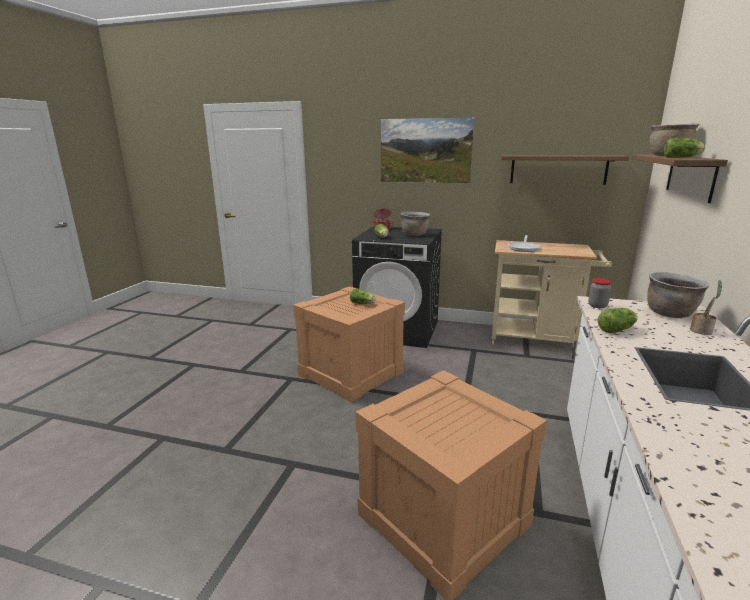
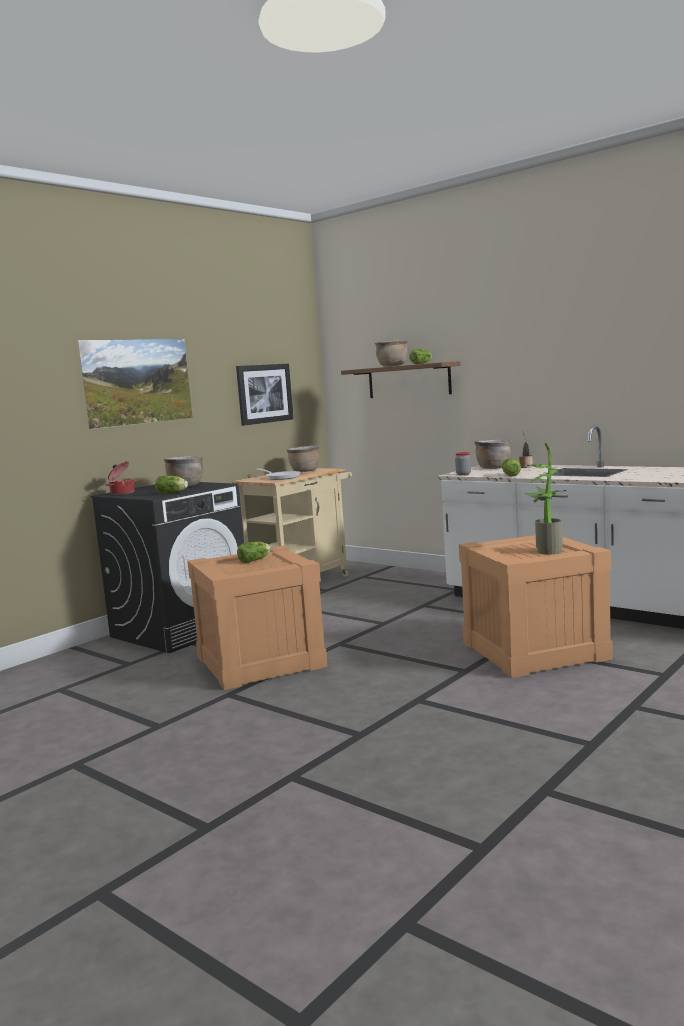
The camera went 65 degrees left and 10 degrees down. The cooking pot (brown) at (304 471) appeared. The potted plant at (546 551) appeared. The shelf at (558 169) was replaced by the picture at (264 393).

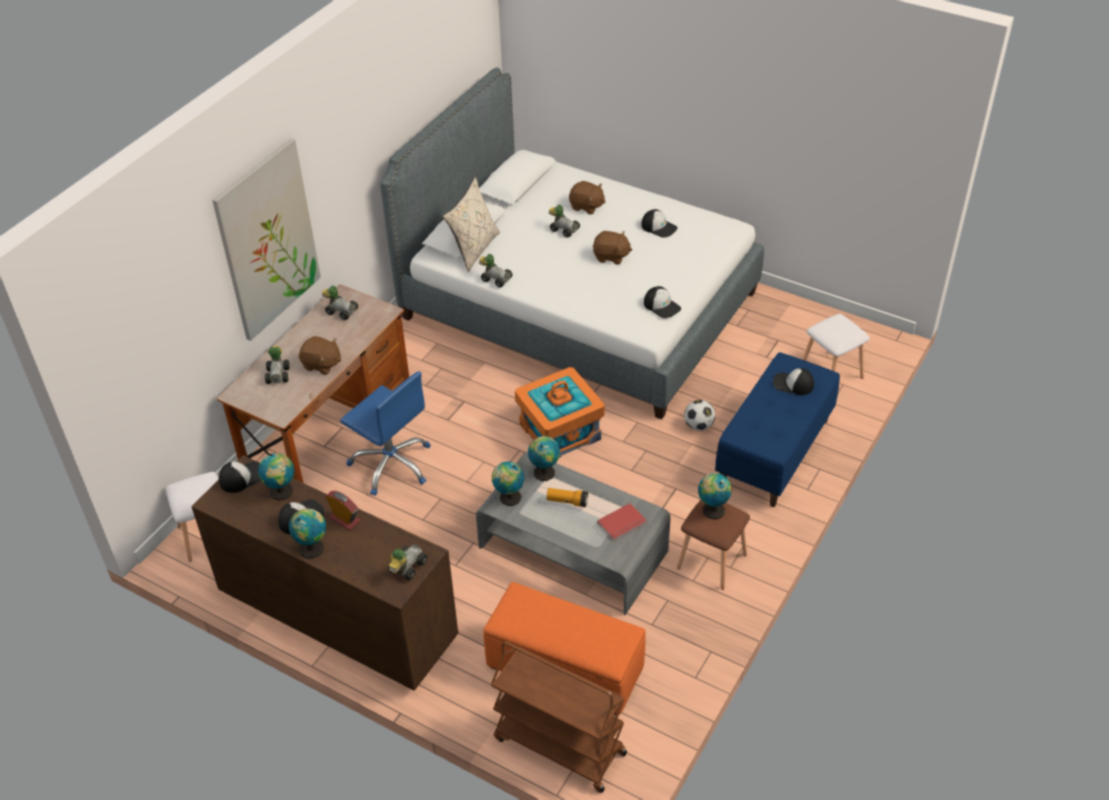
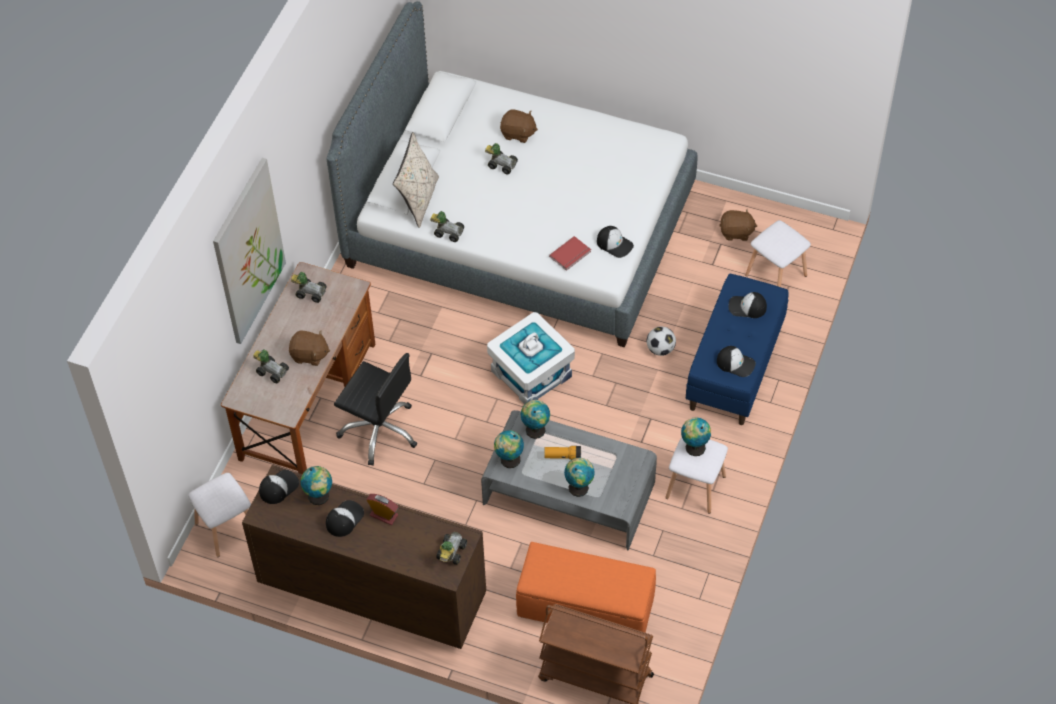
The camera went 10 degrees left and 10 degrees up. The globe moved from (312 547) to (579 486). The plush toy (brown) moved from (611 257) to (736 232). The book (red) moved from (623 523) to (571 254). The cap moved from (659 227) to (736 363). The office chair (blue) at (392 464) became the office chair (black) at (379 430). The storage box (orange) at (560 431) became the storage box (white) at (531 373). The stool (brown) at (711 562) became the stool (white) at (695 488). The toy car at (279 374) turned 45 degrees counterclockwise.

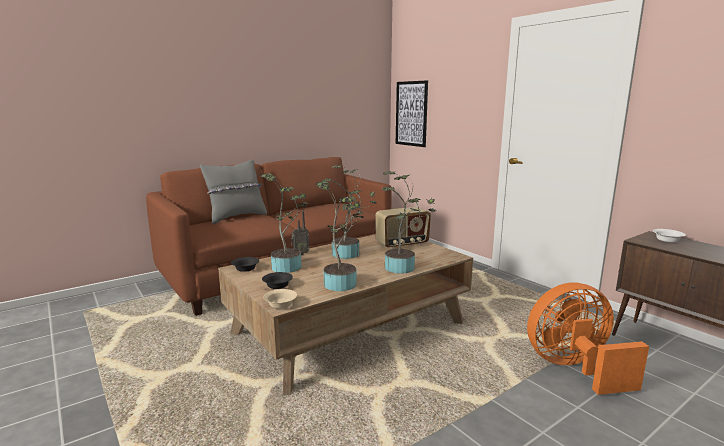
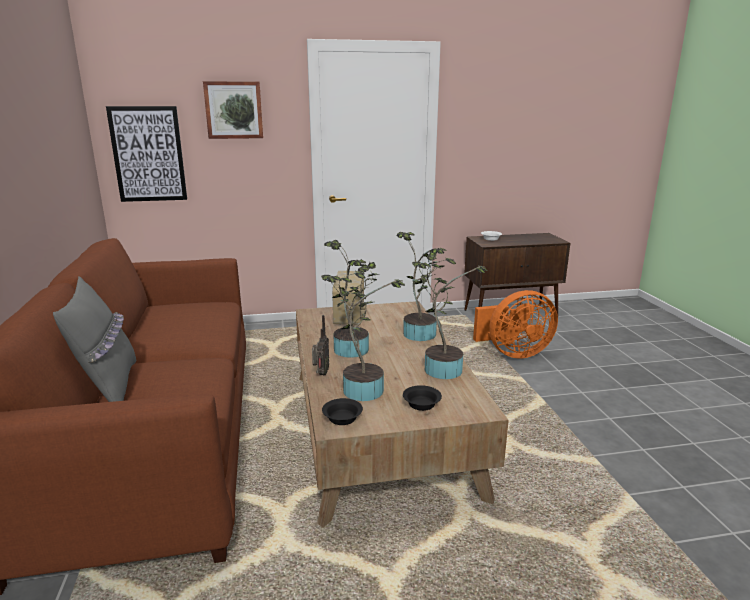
The camera went 65 degrees left and 5 degrees up. The bowl (beige) at (280 305) disappeared. The picture at (234 110) appeared. The fan (orange) at (574 368) turned 120 degrees counterclockwise.

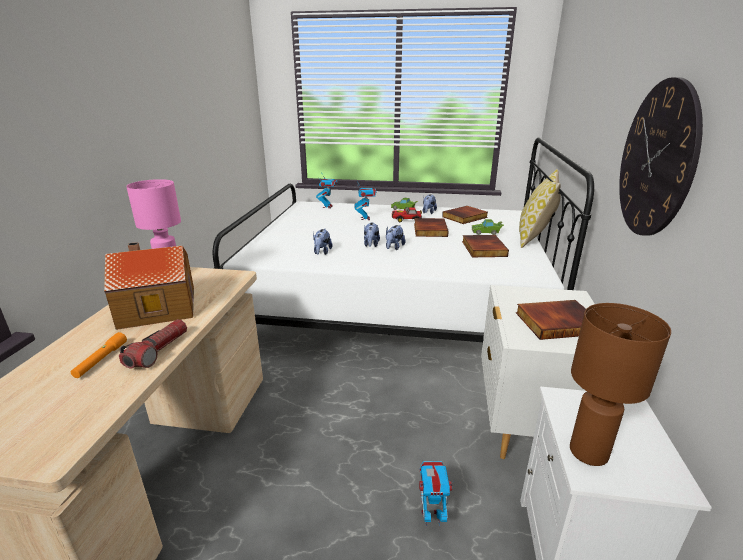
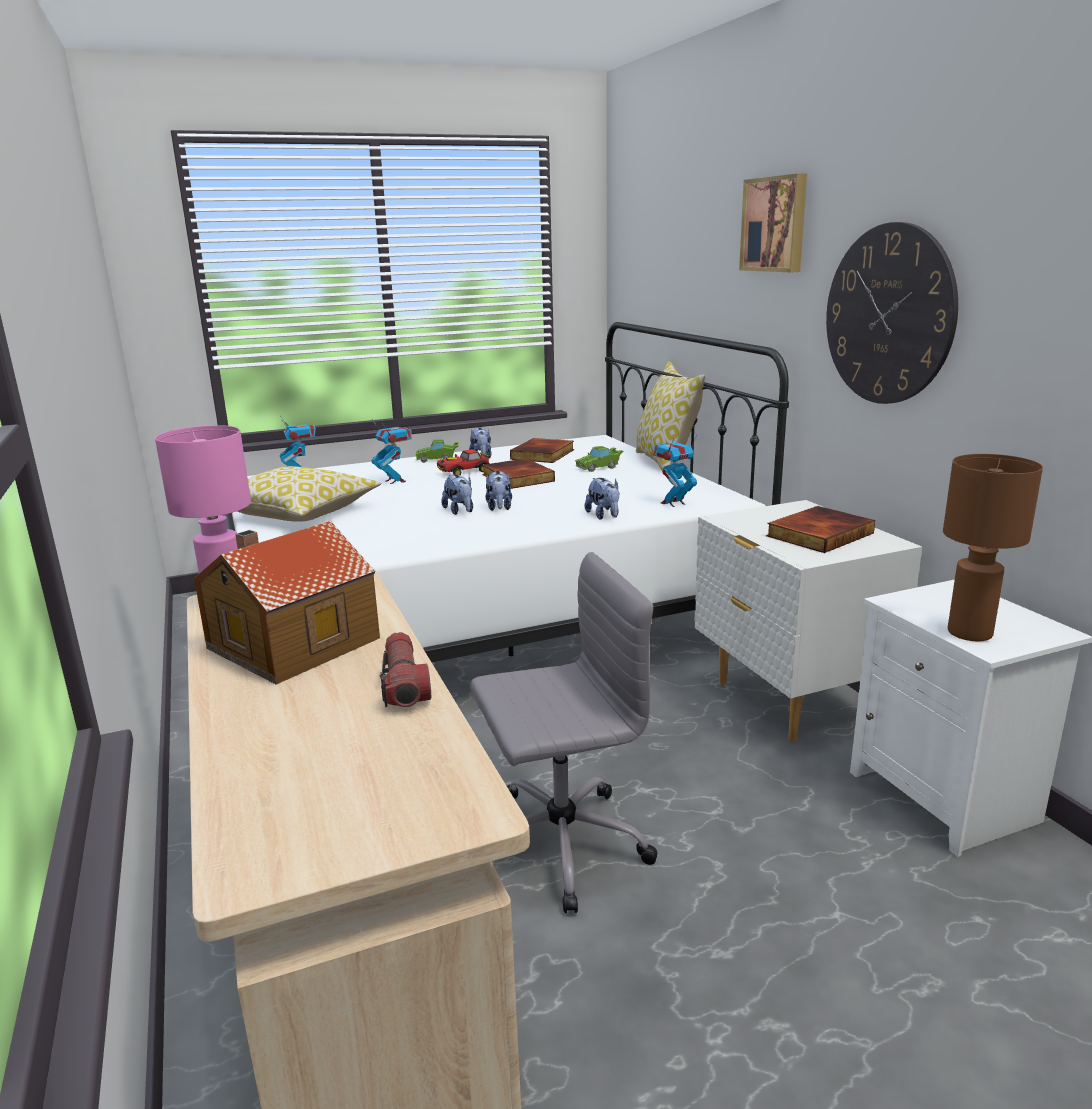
The camera went 30 degrees left and 5 degrees down. The flashlight (orange) at (101 360) disappeared. The book at (482 248) disappeared. The pillow at (300 513) appeared. The office chair (grey) at (558 843) appeared. The picture at (775 224) appeared. The plush toy moved from (322 252) to (604 516). The toy robot moved from (431 517) to (673 503).

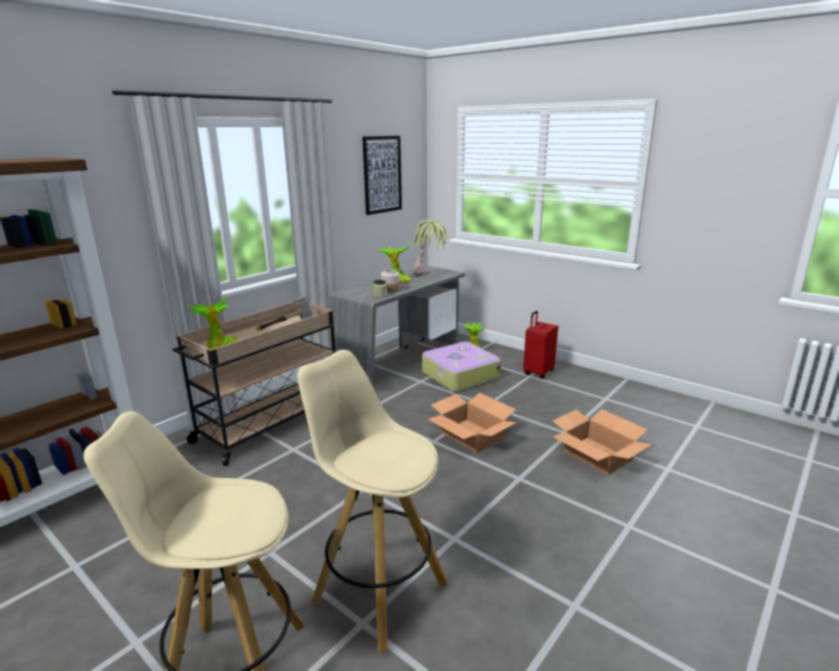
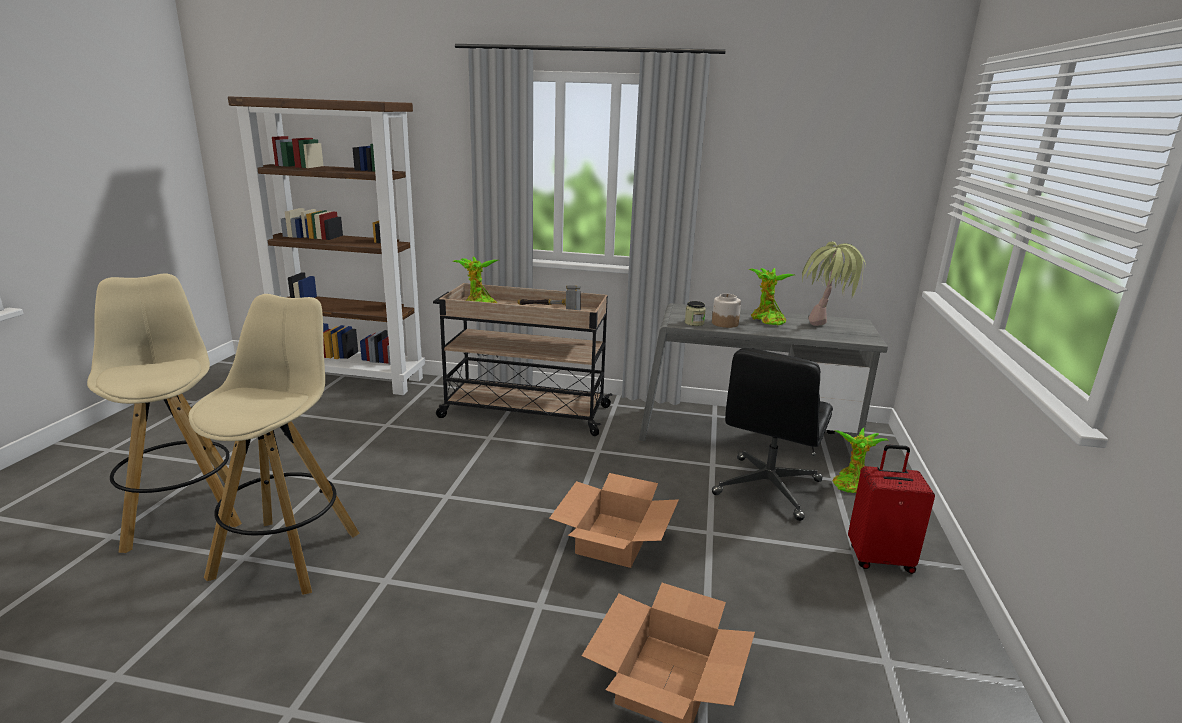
The camera went 60 degrees right and 0 degrees up. The picture at (382 174) disappeared. The suitcase at (459 375) was replaced by the office chair (black) at (767 488).

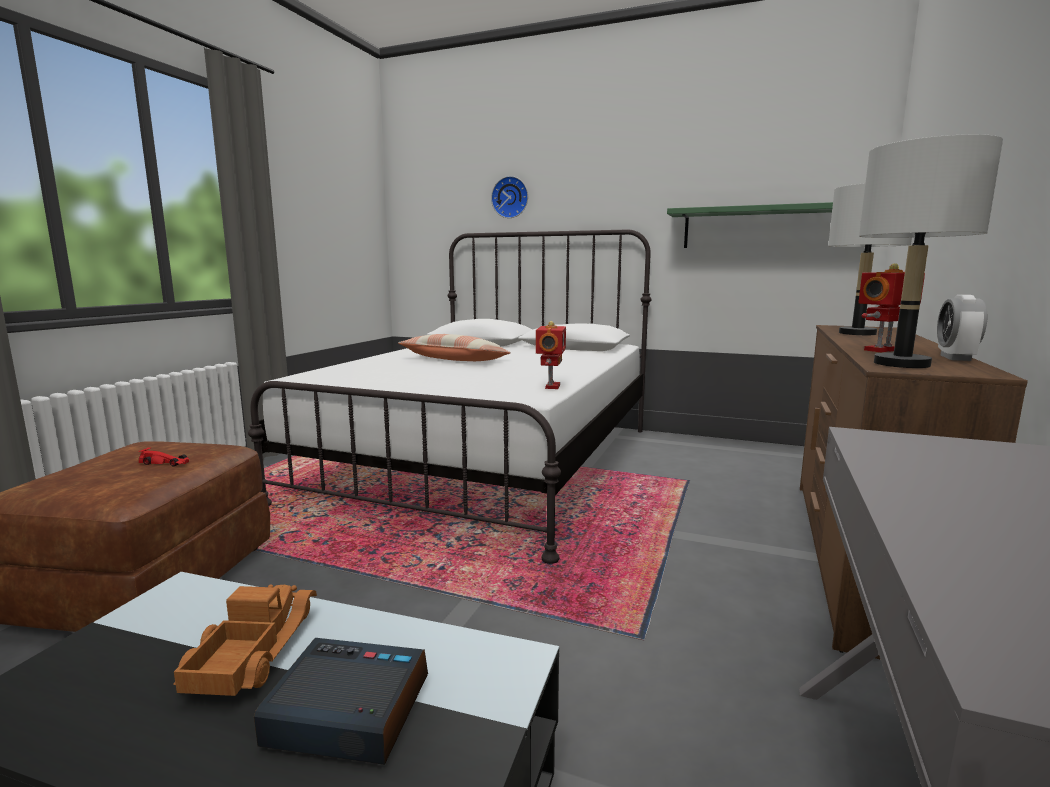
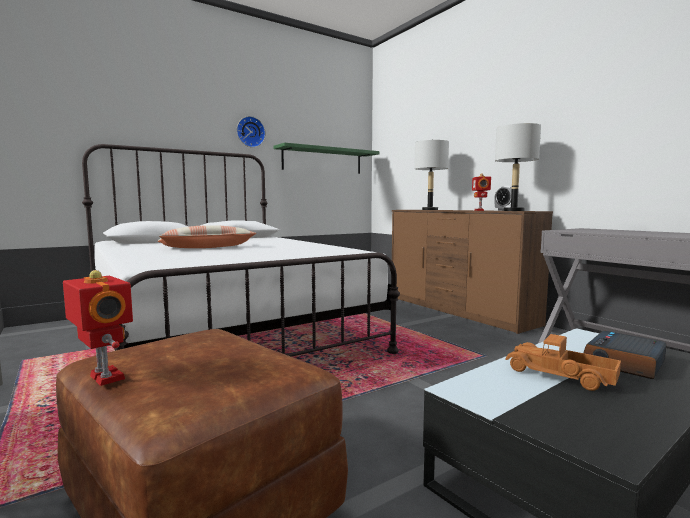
The camera went 55 degrees left and 5 degrees down. The toy car (red) at (166 463) disappeared. The wall clock moved from (510 197) to (250 132). The toy robot moved from (551 386) to (104 378).

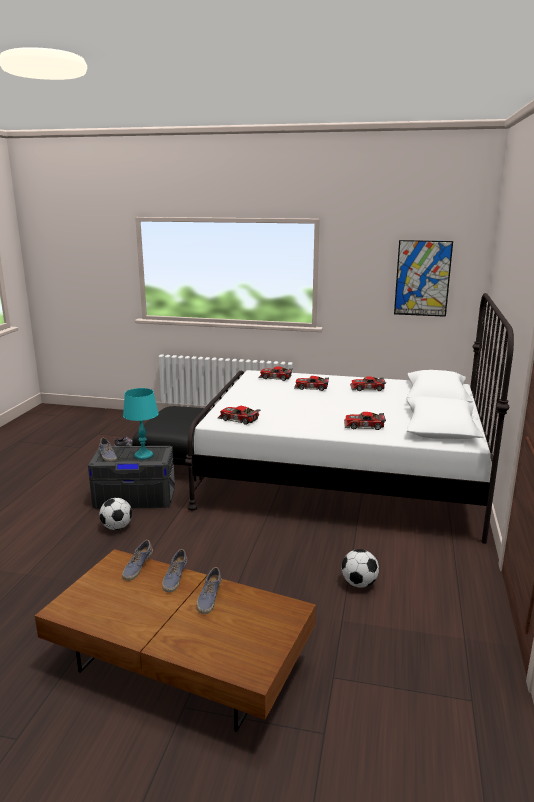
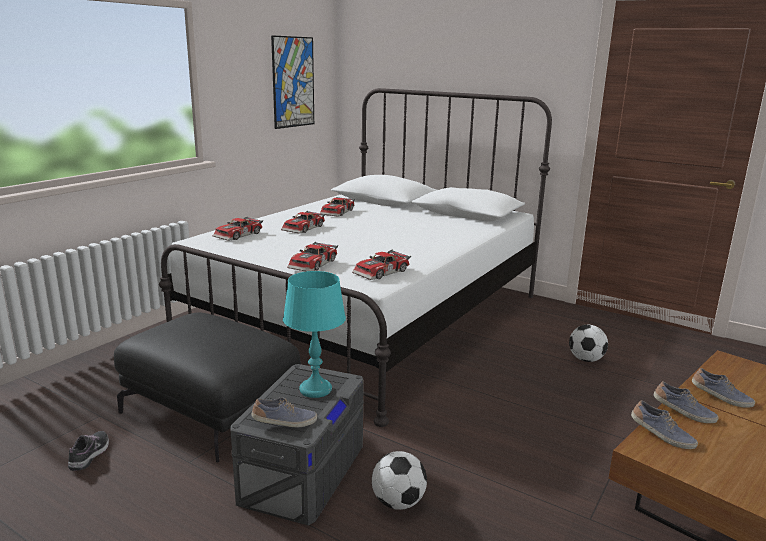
The camera went 70 degrees left and 0 degrees up. The toy car moved from (364 426) to (314 264).

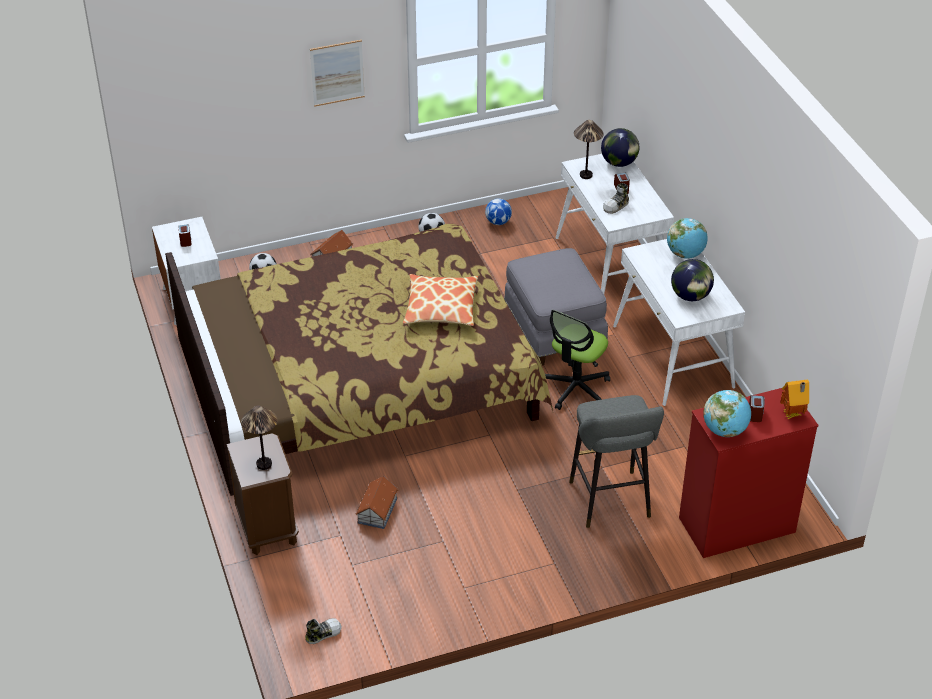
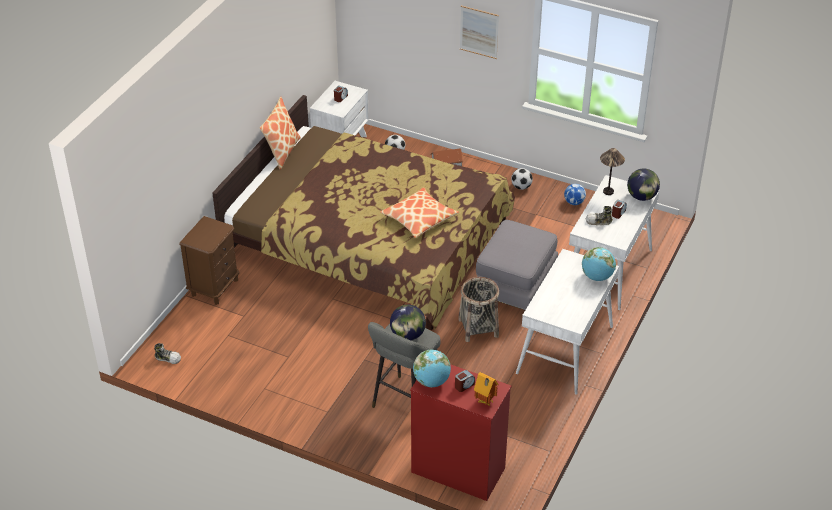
The camera went 45 degrees right and 0 degrees up. The table lamp at (264 464) disappeared. The toy house at (377 511) disappeared. The pillow at (282 151) appeared. The globe moved from (690 296) to (407 335). The office chair at (575 388) was replaced by the basket at (478 328).

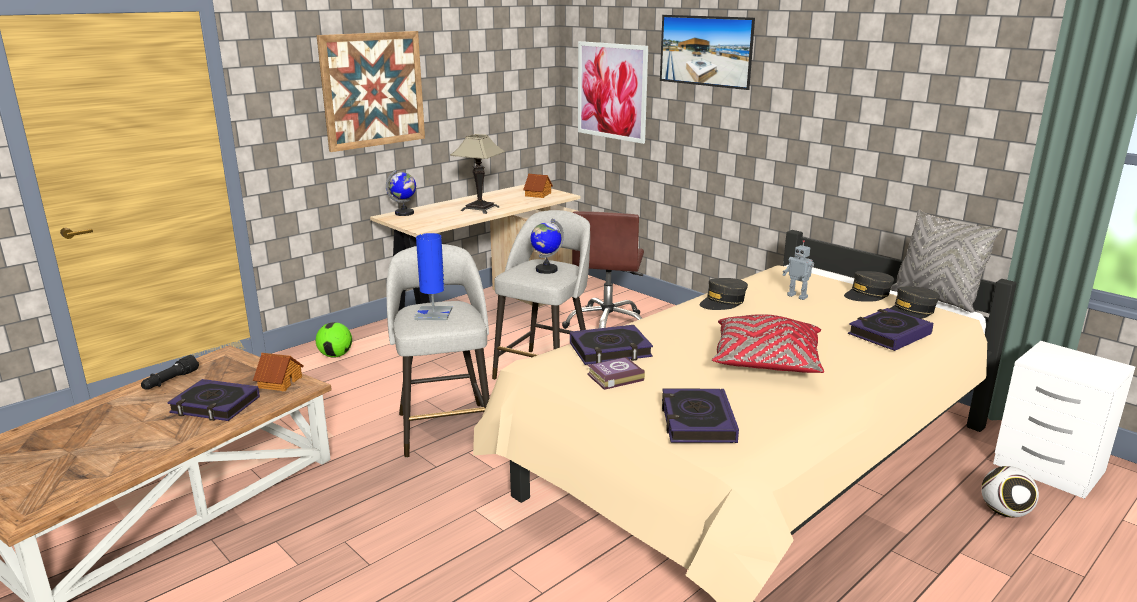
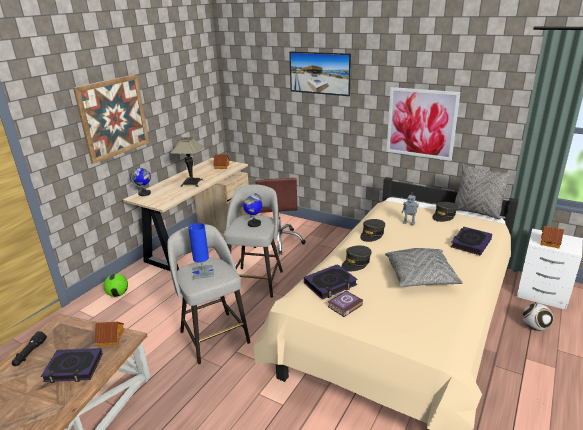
The camera went 15 degrees left and 5 degrees up. The book at (697 422) disappeared. The toy house at (549 242) appeared. The picture moved from (612 91) to (421 123). The cap (grey) moved from (911 312) to (356 263). The pillow (red) at (766 363) became the pillow (grey) at (421 277).

